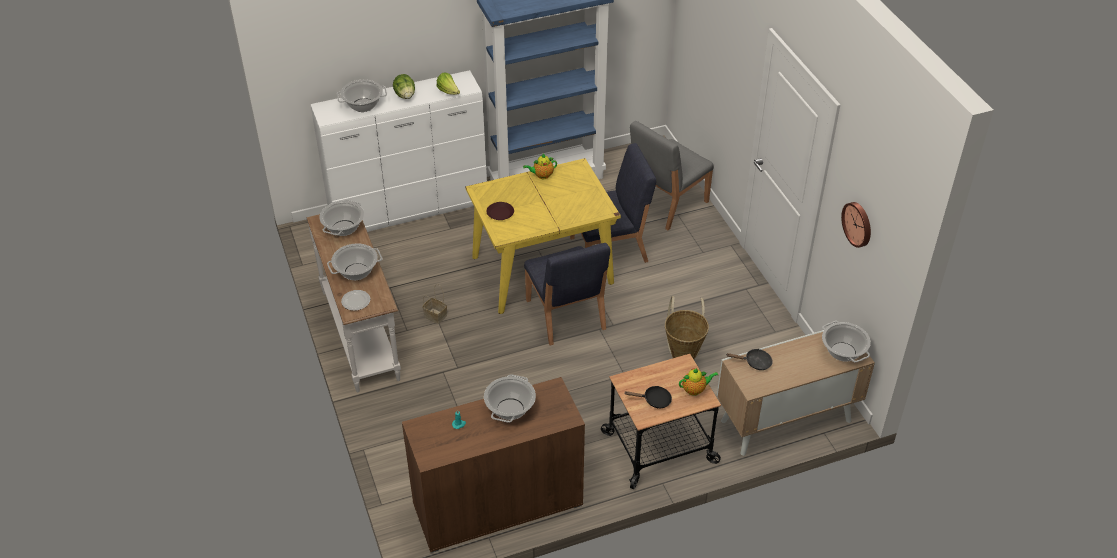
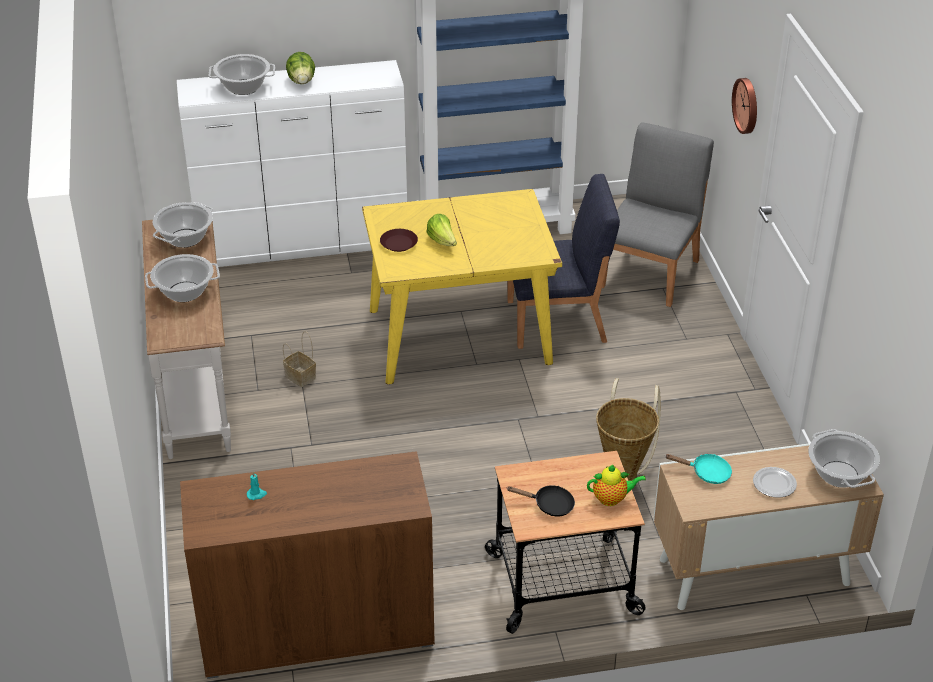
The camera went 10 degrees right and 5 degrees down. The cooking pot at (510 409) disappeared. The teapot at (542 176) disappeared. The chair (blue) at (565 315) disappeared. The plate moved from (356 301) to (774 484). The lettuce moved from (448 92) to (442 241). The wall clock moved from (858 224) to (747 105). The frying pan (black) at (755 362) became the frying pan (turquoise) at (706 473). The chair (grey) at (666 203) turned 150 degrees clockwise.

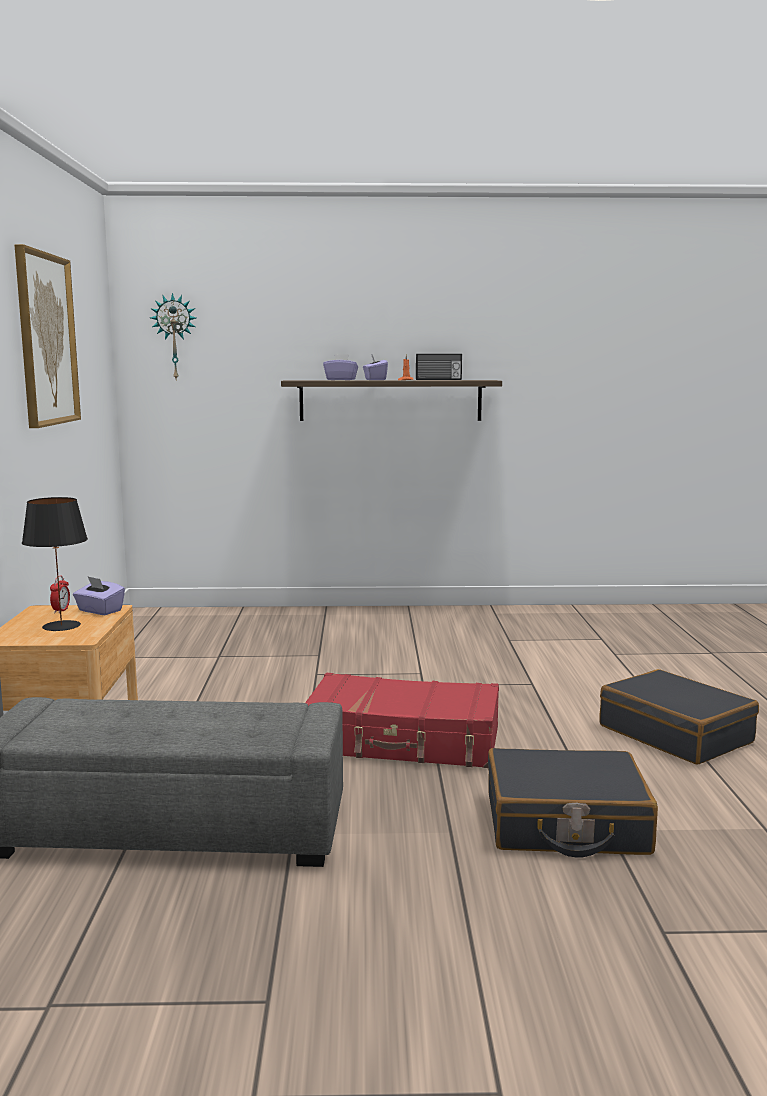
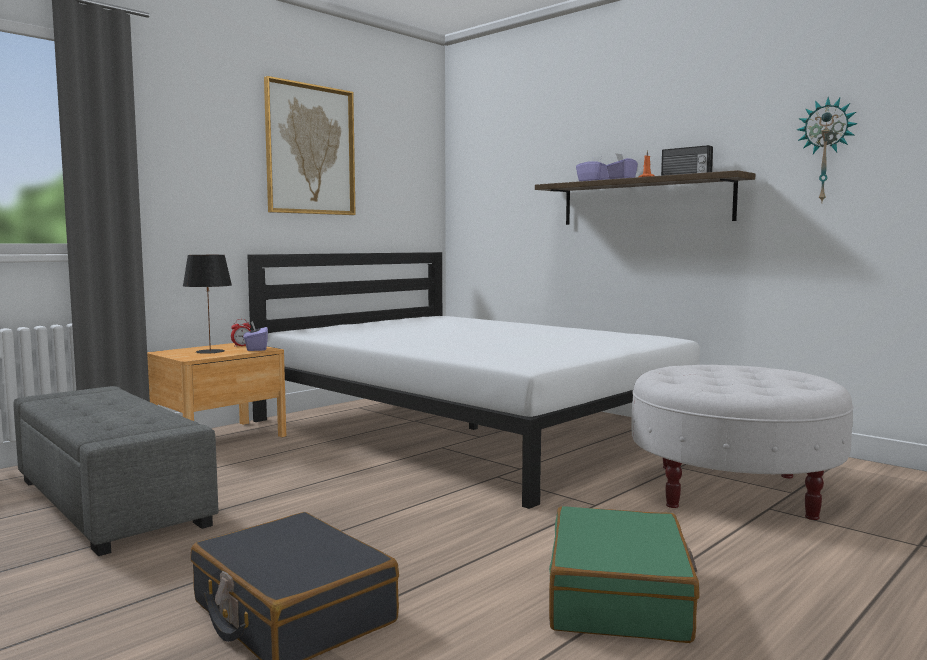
The camera went 45 degrees right and 5 degrees down. The suitcase (red) at (403 741) disappeared. The bed (white) at (471 427) appeared. The ottoman (white) at (733 490) appeared. The wall clock moved from (175 337) to (826 150). The suitcase (black) at (675 734) became the suitcase (green) at (619 597).

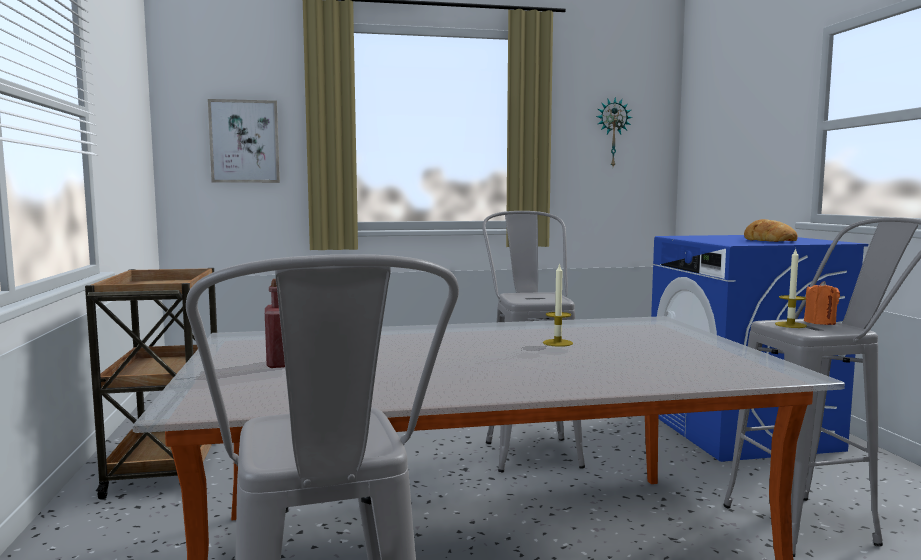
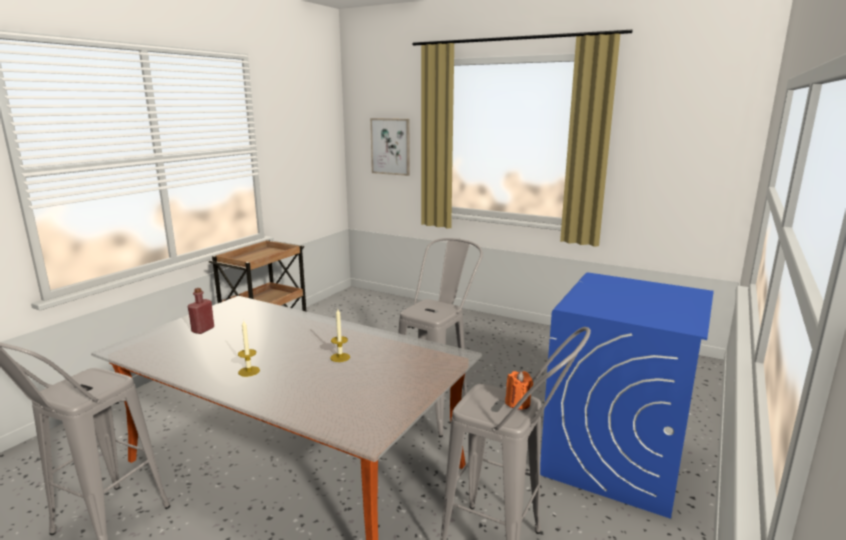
The camera went 40 degrees right and 10 degrees up. The wall clock at (612 133) disappeared. The bread at (767 240) disappeared. The candle moved from (790 325) to (249 371).

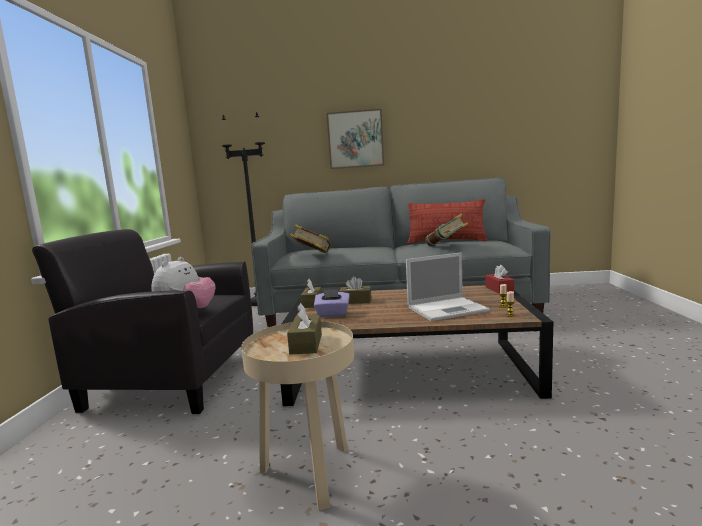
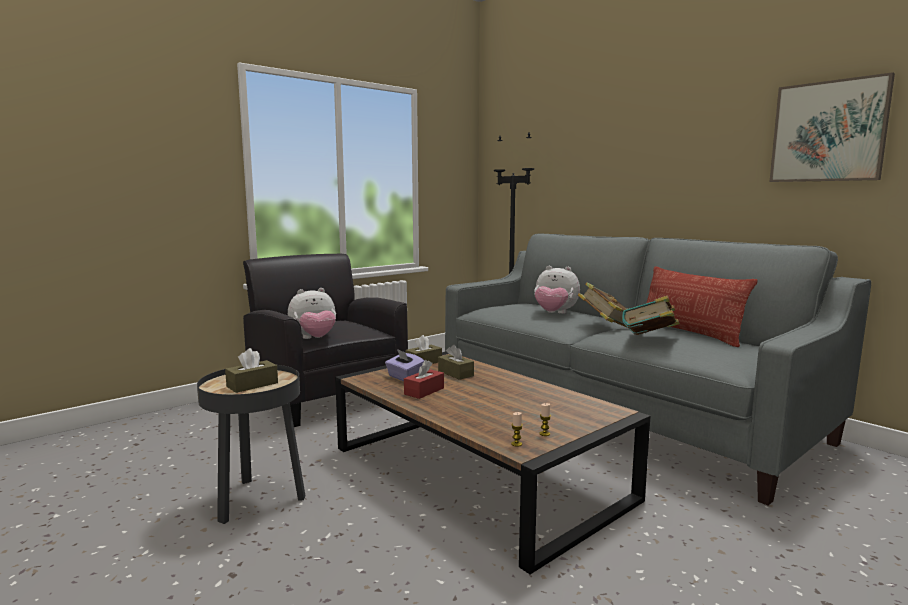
The camera went 45 degrees right and 0 degrees up. The laptop at (448 309) disappeared. The plush toy at (555 313) appeared. The book moved from (312 255) to (605 326). The picture moved from (355 139) to (828 131). The tissue box (red) moved from (499 289) to (424 391). The side table (beige) at (309 473) became the side table (black) at (258 499).

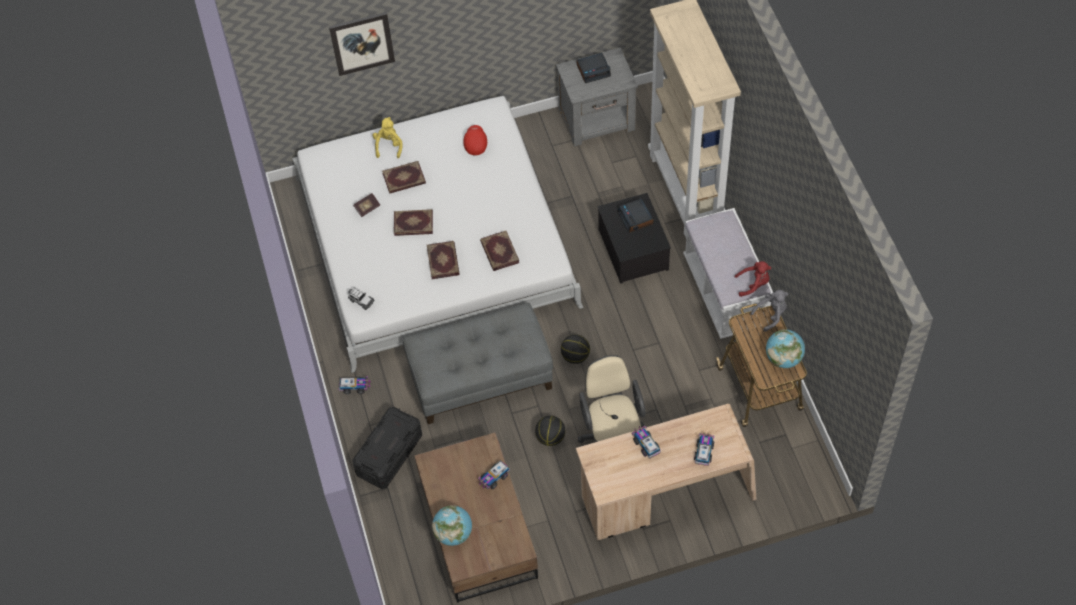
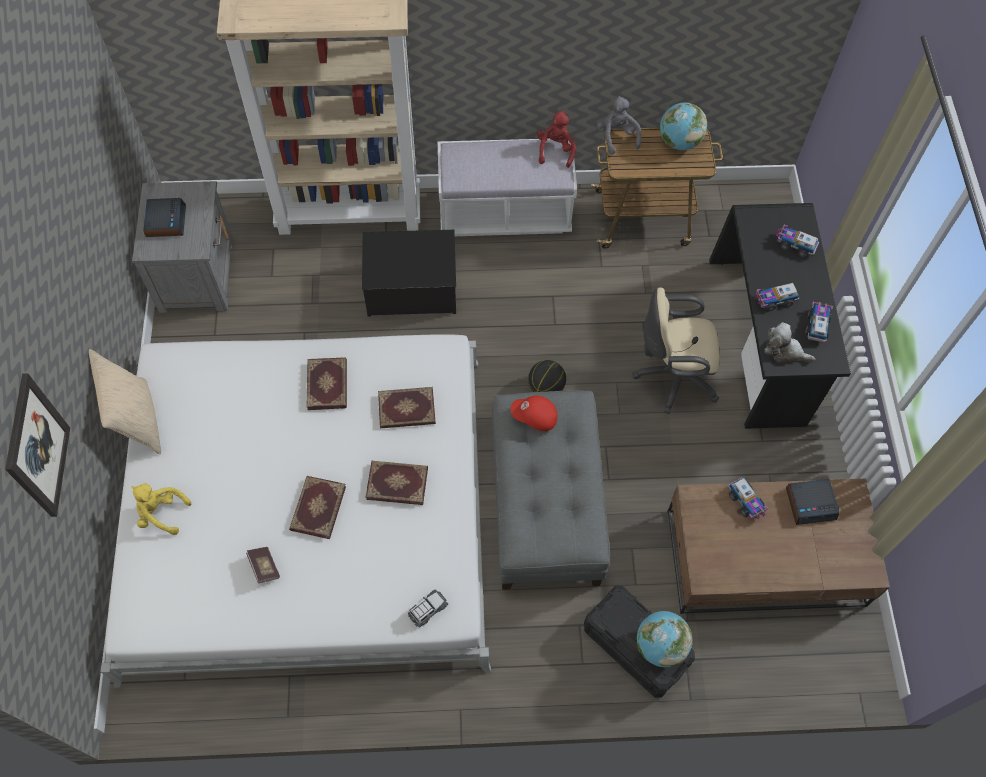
The camera went 80 degrees left and 5 degrees up. The basketball at (550 437) disappeared. The pillow (beige) at (138 420) appeared. The plush toy at (784 351) appeared. The toy truck moved from (355 387) to (817 325). The book moved from (404 179) to (328 385). The globe moved from (453 533) to (660 645). The cap (red) moved from (475 143) to (534 417). The alarm clock moved from (636 218) to (811 503). The desk (beige) at (666 496) became the desk (black) at (759 342).

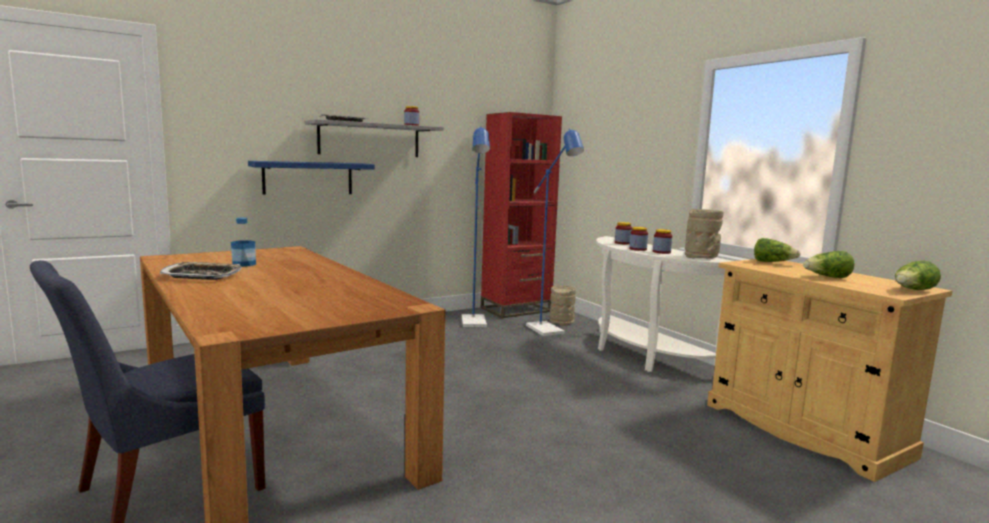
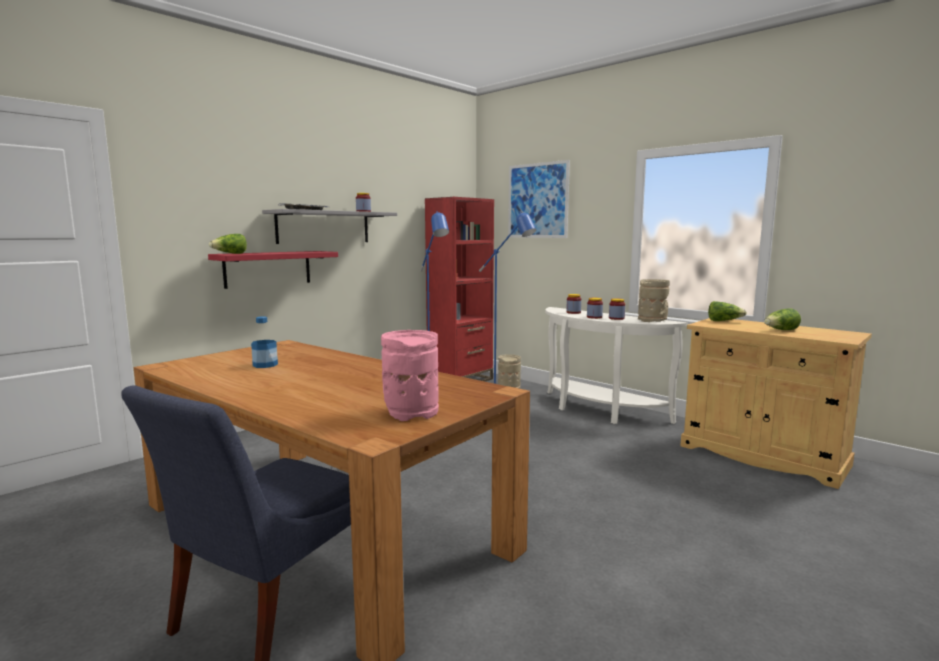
The camera went 15 degrees left and 0 degrees up. The tray at (202 276) disappeared. The vase (pink) at (411 411) appeared. The picture at (537 200) appeared. The lettuce moved from (913 290) to (230 253). The shelf (blue) at (308 178) became the shelf (red) at (268 269).

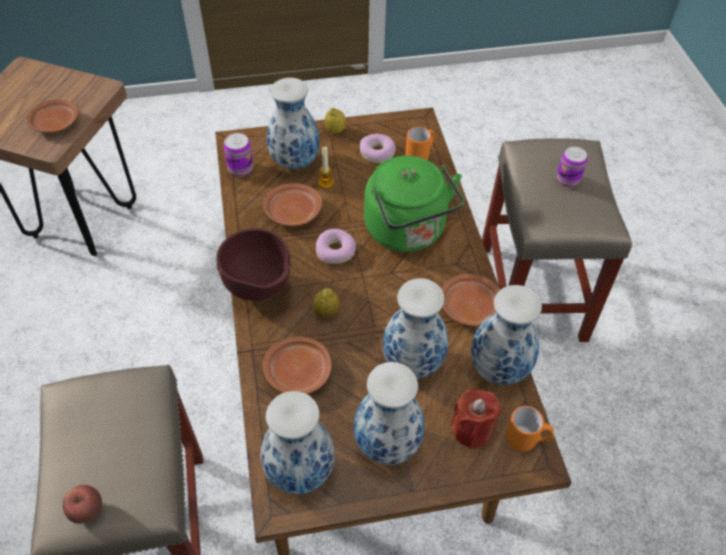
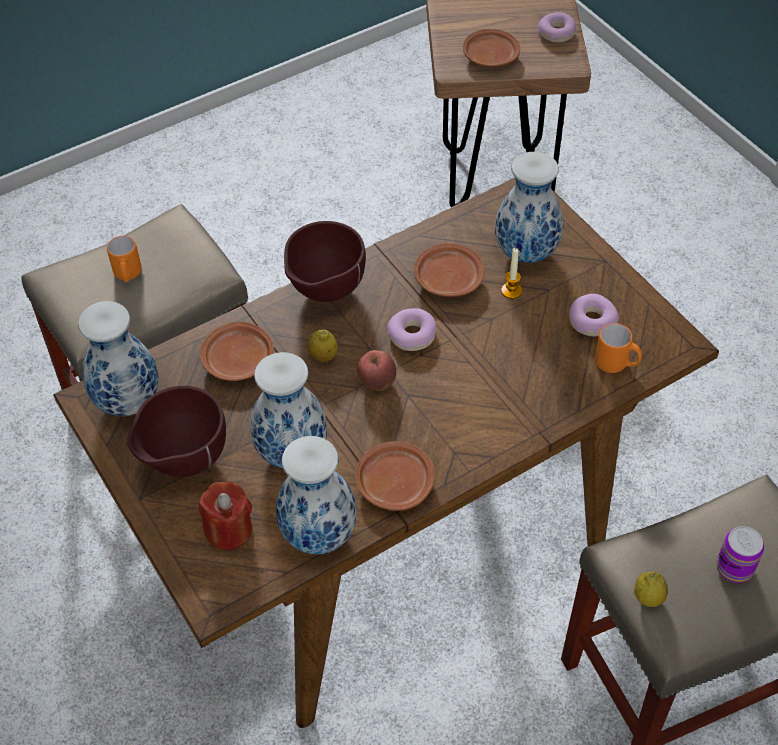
The camera went 70 degrees right and 0 degrees up. The can at (240 168) disappeared. The kettle (green) at (408 232) disappeared. The donut at (556 33) appeared. The apple moved from (88 511) to (377 383). The lemon moved from (335 131) to (648 598). The mug (orange) moved from (526 439) to (128 275). The vase at (388 444) was replaced by the bowl (brown) at (184 462).

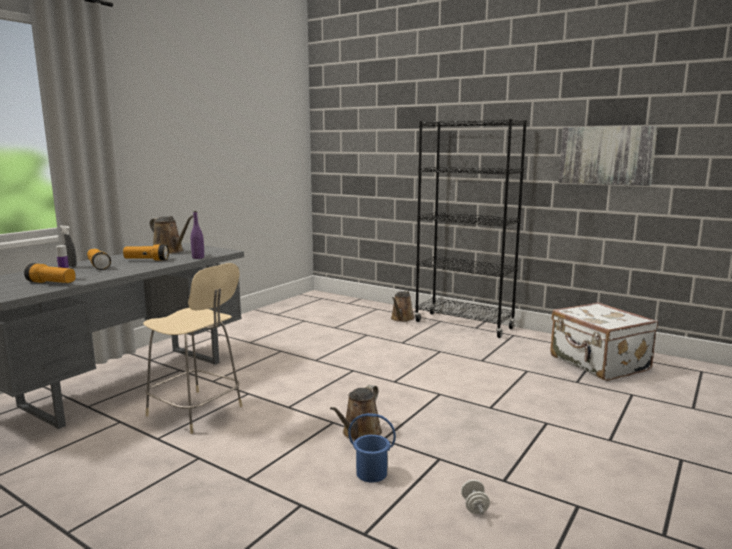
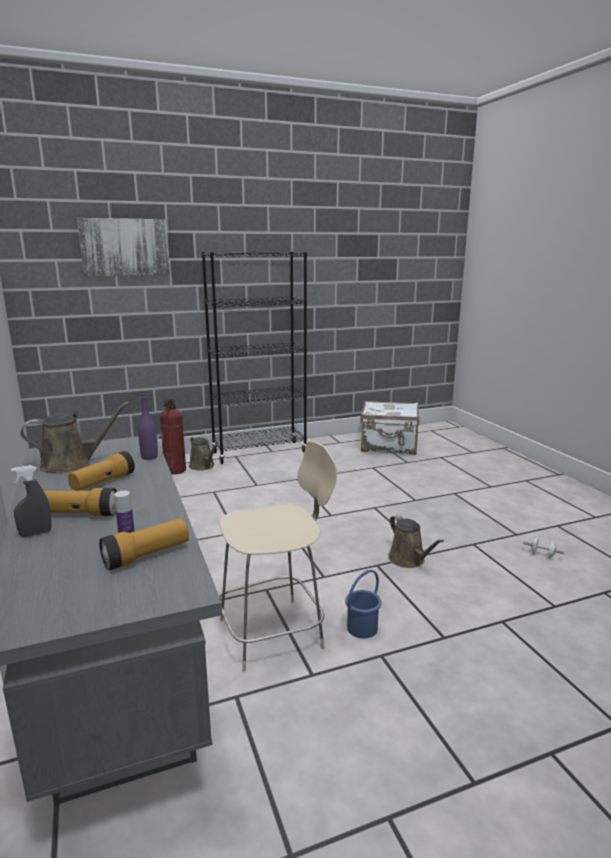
The camera went 55 degrees left and 5 degrees up. The fire extinguisher at (175 470) appeared. The bucket (blue) moved from (371 473) to (362 628). The picture moved from (606 155) to (125 247).

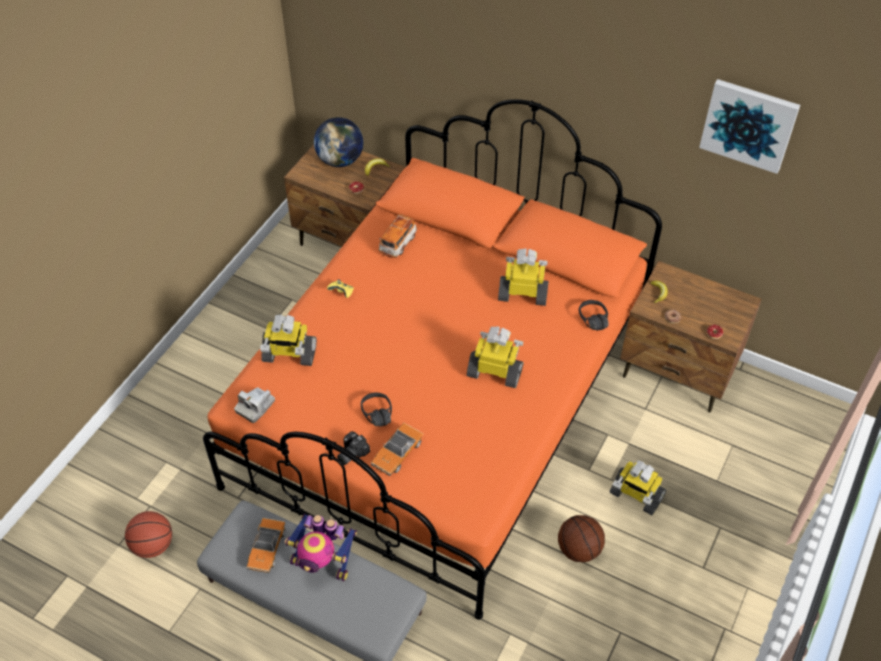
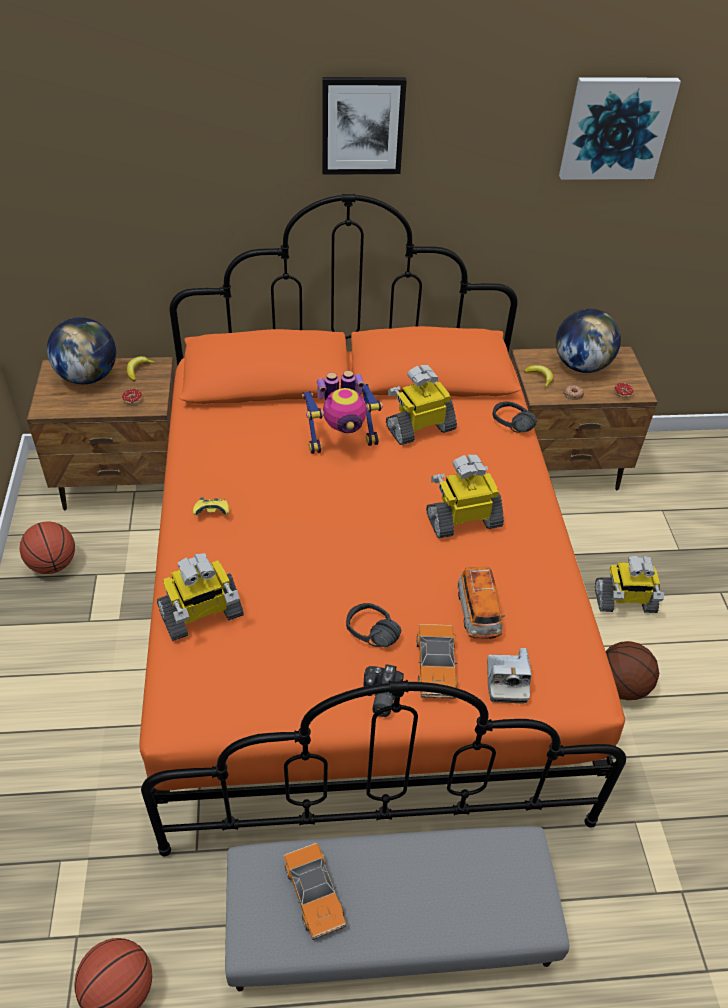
The camera went 35 degrees left and 5 degrees down. The basketball at (53 564) appeared. The picture at (362 125) appeared. The globe at (581 366) appeared. The photo camera moved from (255 407) to (506 681). The toy robot moved from (322 562) to (342 441). The toy car moved from (398 244) to (478 613).

